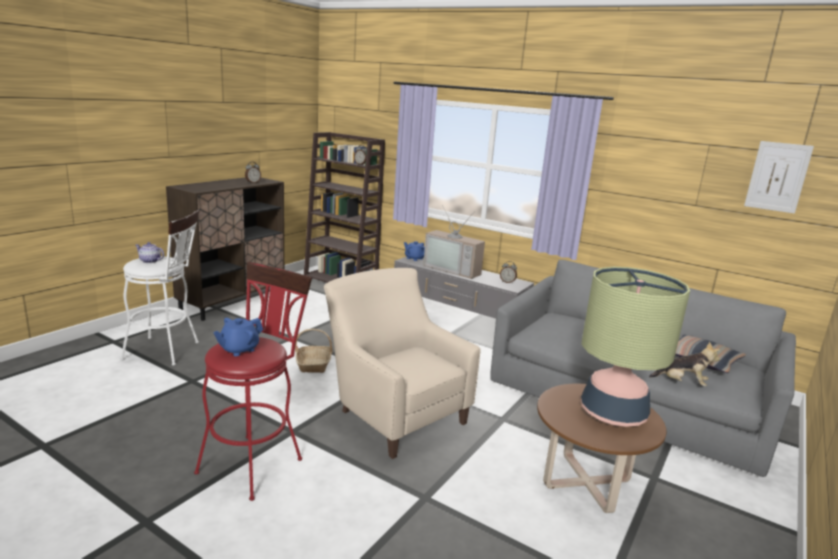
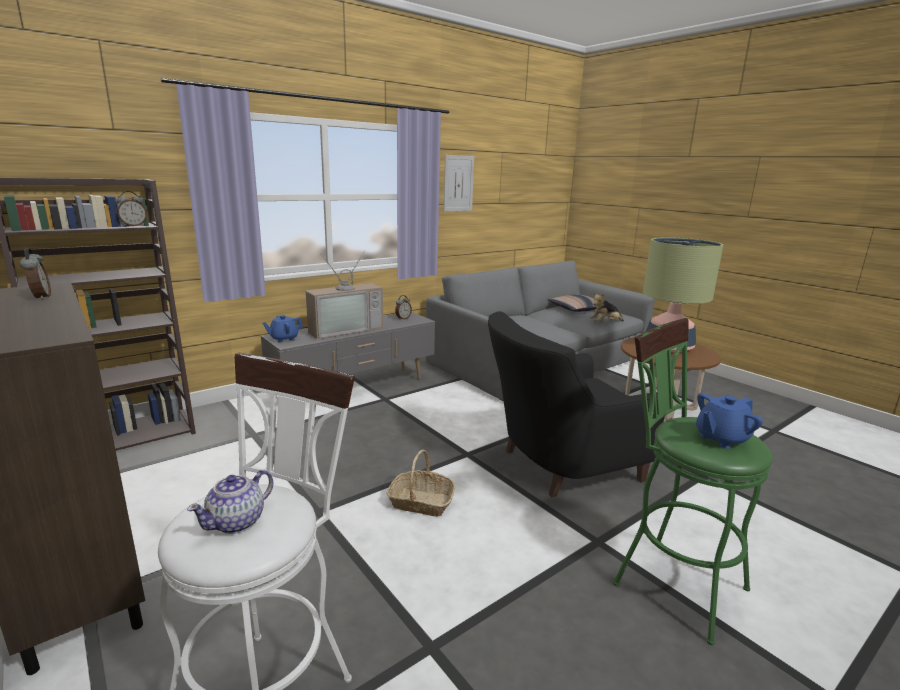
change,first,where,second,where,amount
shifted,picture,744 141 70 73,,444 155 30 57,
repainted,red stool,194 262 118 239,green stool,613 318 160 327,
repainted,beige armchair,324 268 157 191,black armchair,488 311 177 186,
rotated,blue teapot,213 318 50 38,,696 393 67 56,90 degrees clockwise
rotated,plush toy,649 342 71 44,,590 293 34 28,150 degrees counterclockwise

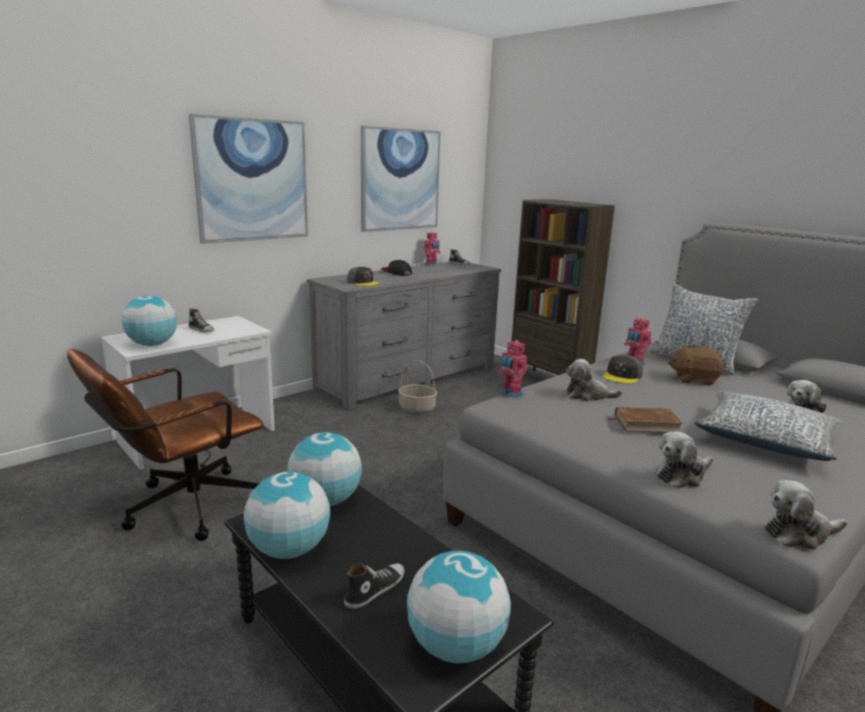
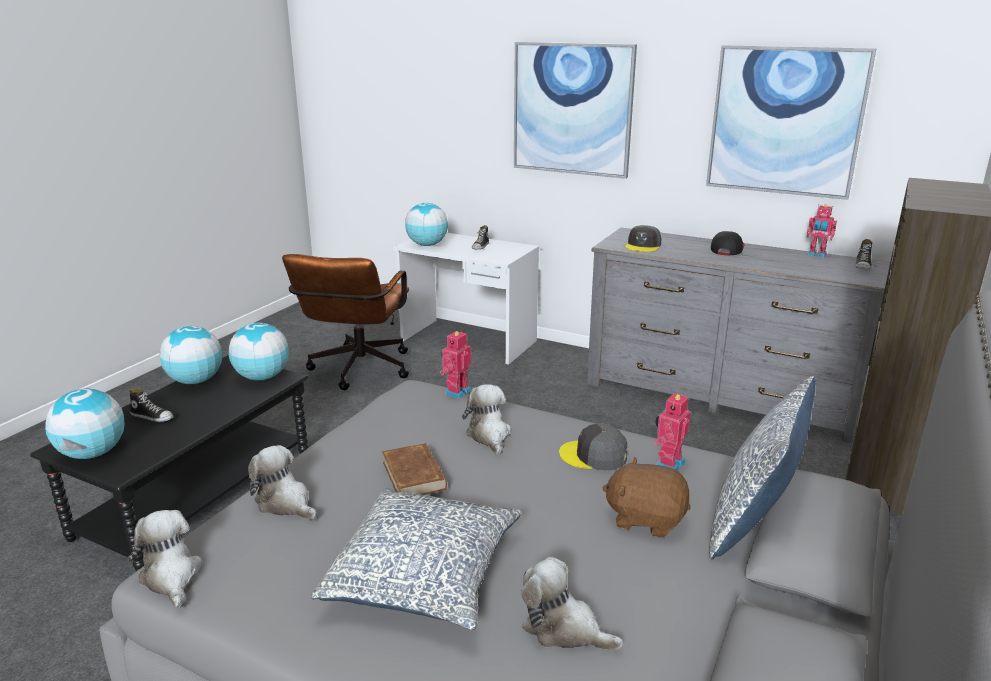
change,first,where,second,where,amount
gone,basket,398 360 39 54,,,
rotated,brown office chair,67 349 197 192,,282 254 127 136,105 degrees counterclockwise
rotated,brown plush toy,668 346 55 40,,602 457 89 81,60 degrees counterclockwise

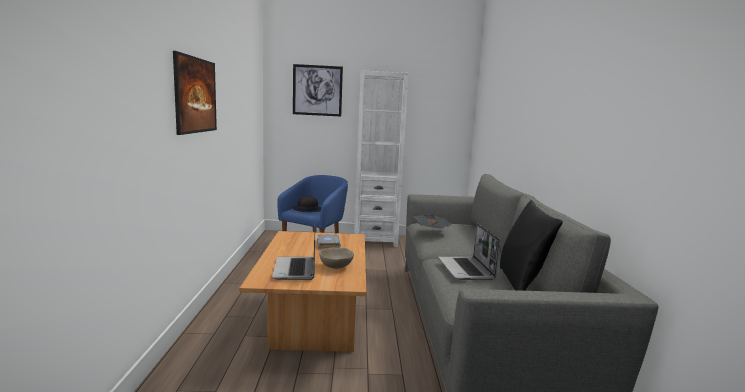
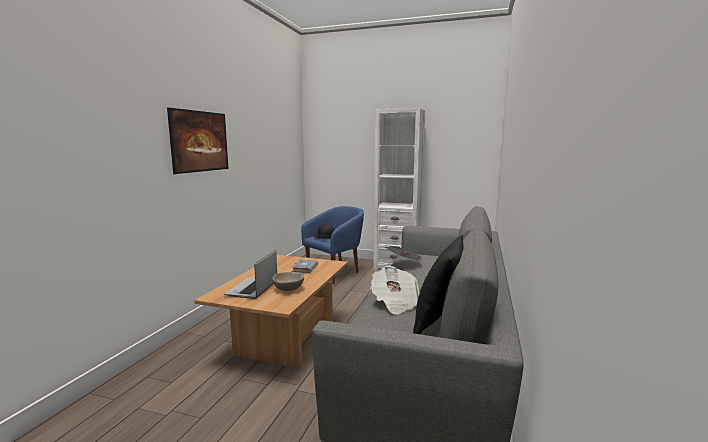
change,first,where,second,where,amount
gone,picture,293 64 50 52,,,
swapped,laptop,438 223 62 57,newspaper,370 266 49 48,

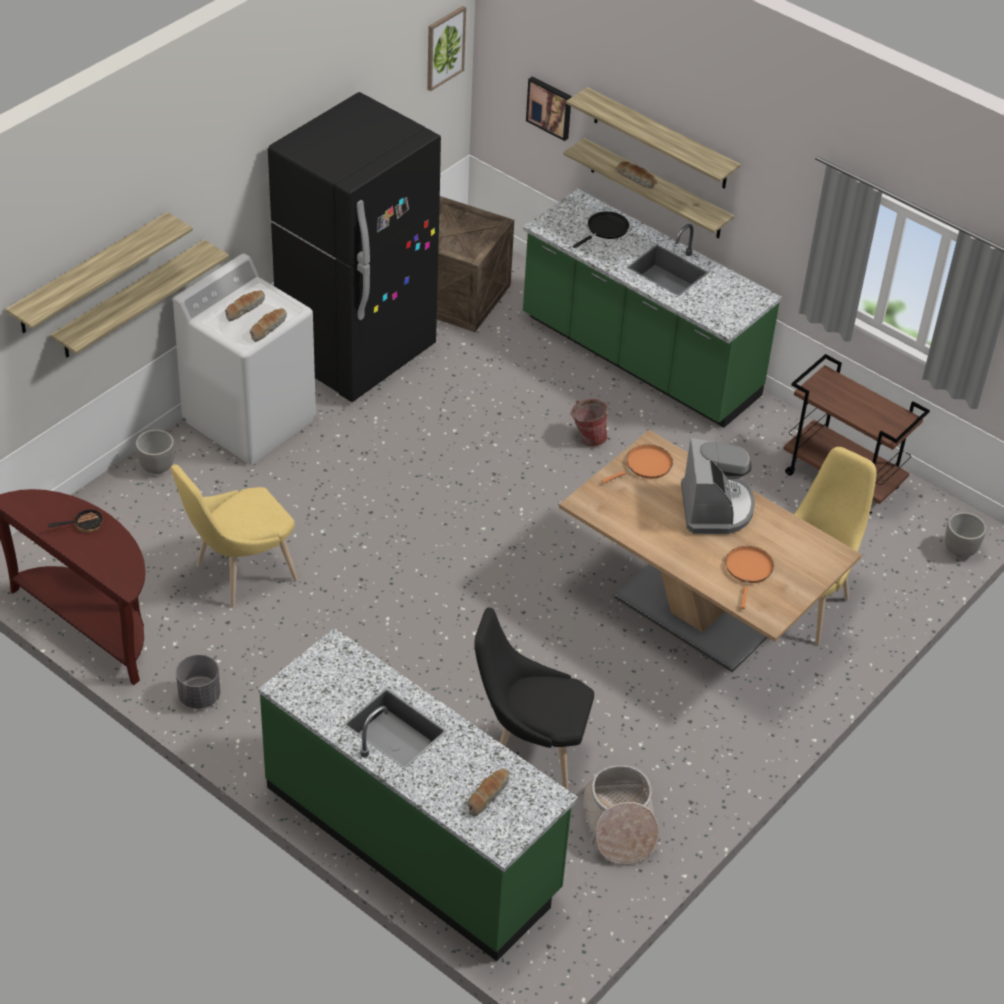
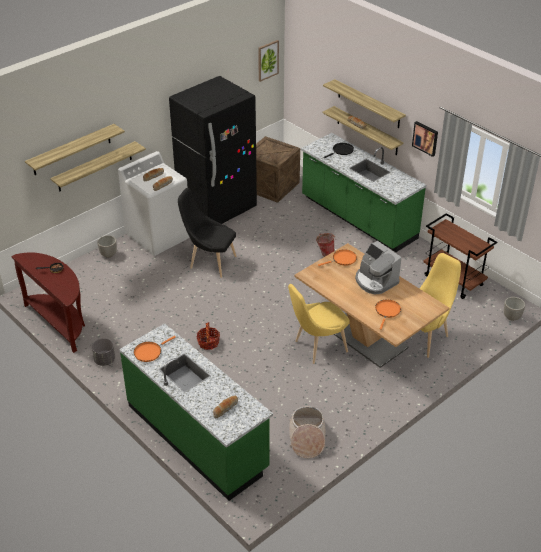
change,first,where,second,where,amount
new,,,orange frying pan,134 336 42 26,
new,,,basket,197 322 23 28,
shifted,yellow chair,171 464 127 143,,288 284 62 80,
shifted,black chair,475 607 119 183,,178 188 58 90,
shifted,picture,526 76 46 65,,412 121 26 36,
rotated,coffee machine,681 438 74 96,,355 241 47 54,135 degrees clockwise

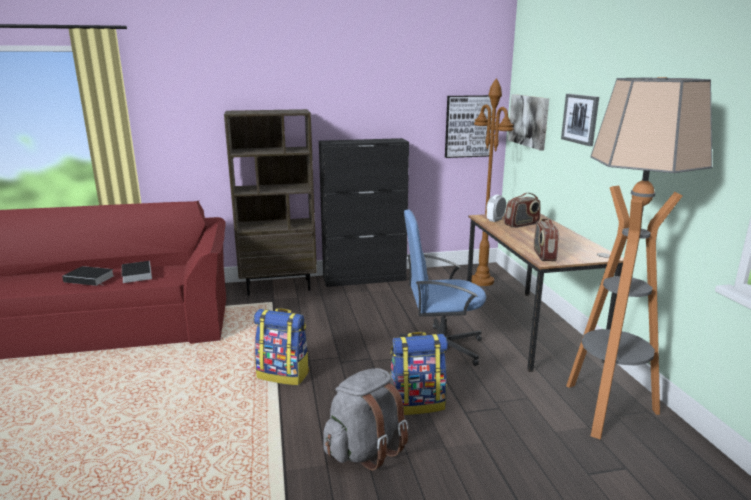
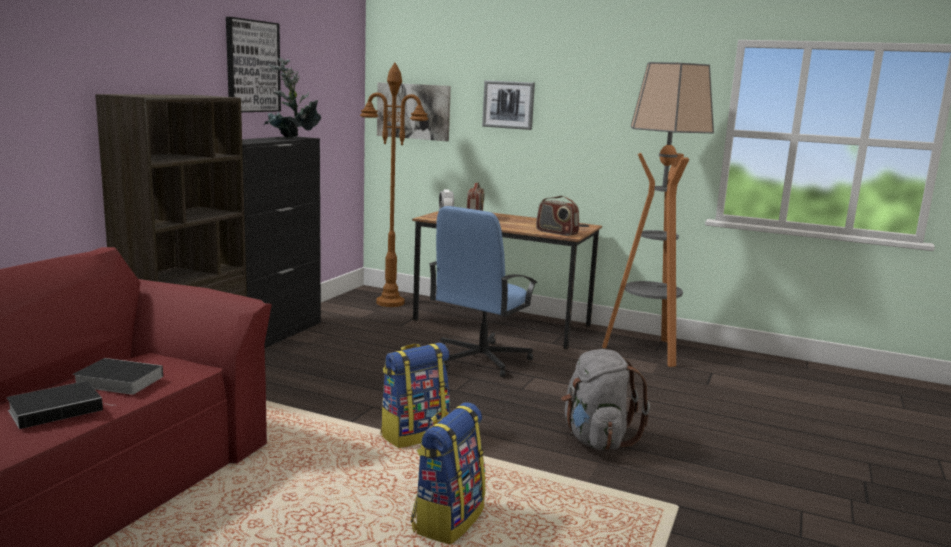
change,first,where,second,where,amount
new,,,potted plant,264 57 57 81,
shifted,backpack,391 332 57 83,,411 402 74 142,
shifted,picture,445 95 47 63,,226 17 55 95,

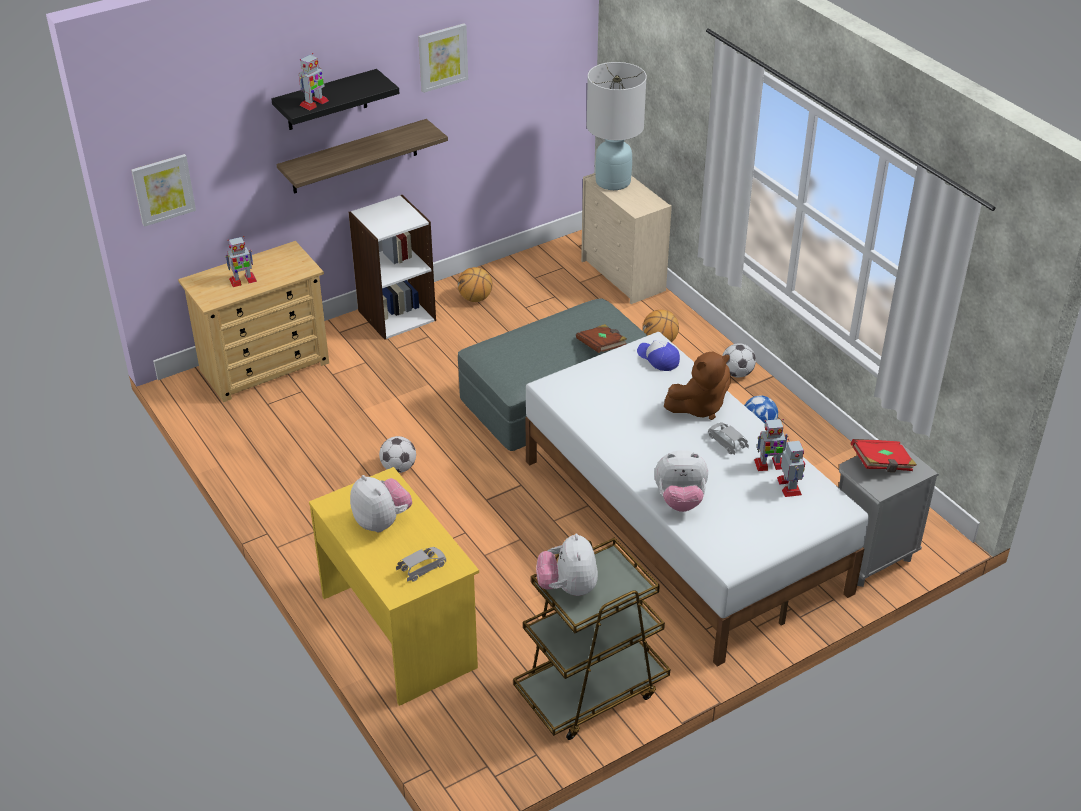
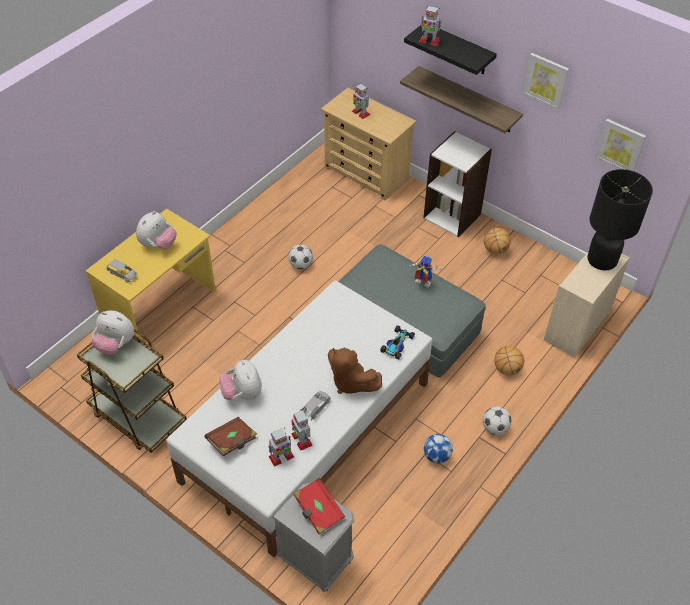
change,first,where,second,where,amount
new,,,toy robot,407 256 35 31,
shifted,picture,131 154 65 73,,595 119 51 53,
shifted,brown book,576 324 51 29,,205 417 52 39,
swapped,cap,637 340 43 31,toy car,380 325 35 34,
repainted,white table lamp,586 62 61 128,black table lamp,588 169 65 101,
rotated,plush toy,536 533 62 63,,91 310 43 45,135 degrees counterclockwise

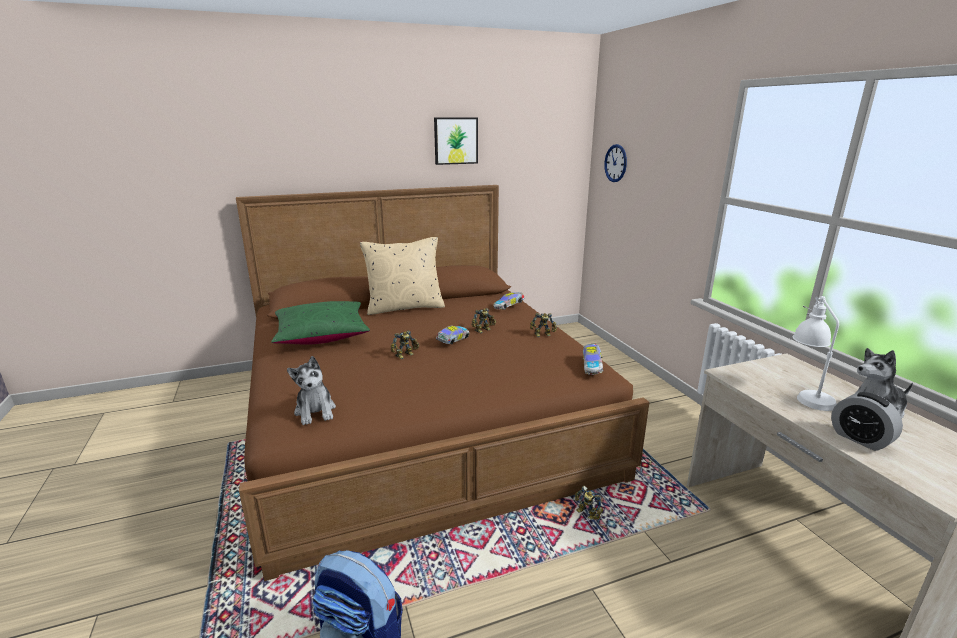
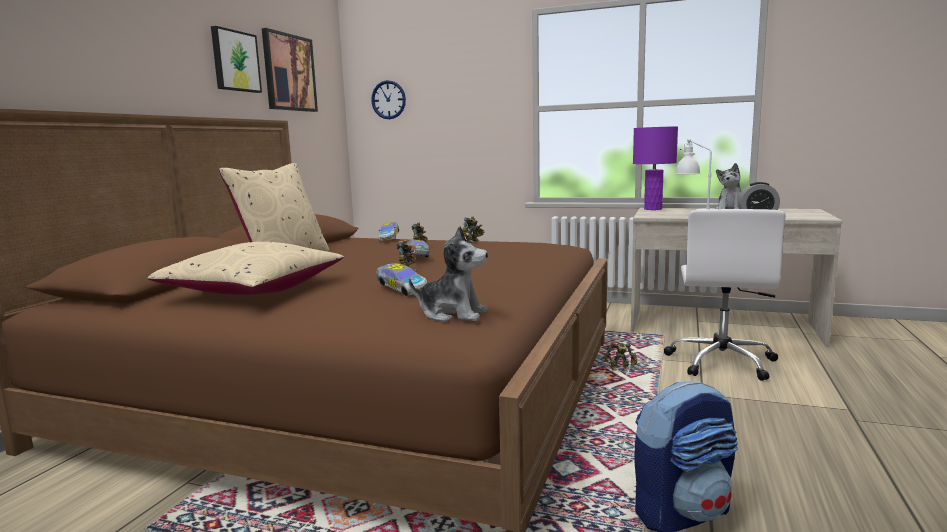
change,first,where,second,where,amount
new,,,picture,262 28 56 84,
new,,,purple table lamp,633 126 45 84,
new,,,white office chair,664 209 121 172,
shifted,toy car,583 344 20 31,,376 263 52 33,
repainted,green pillow,271 301 99 44,beige pillow,147 242 197 53,

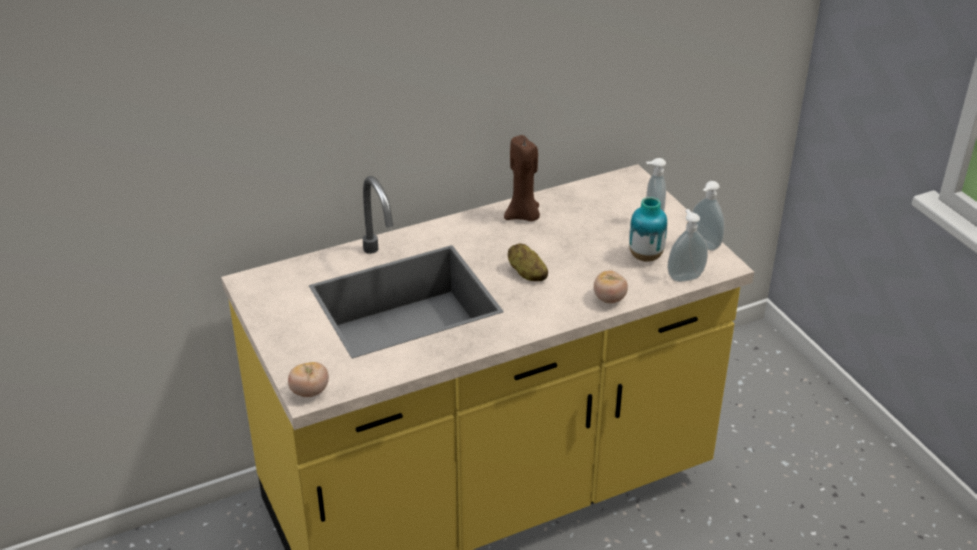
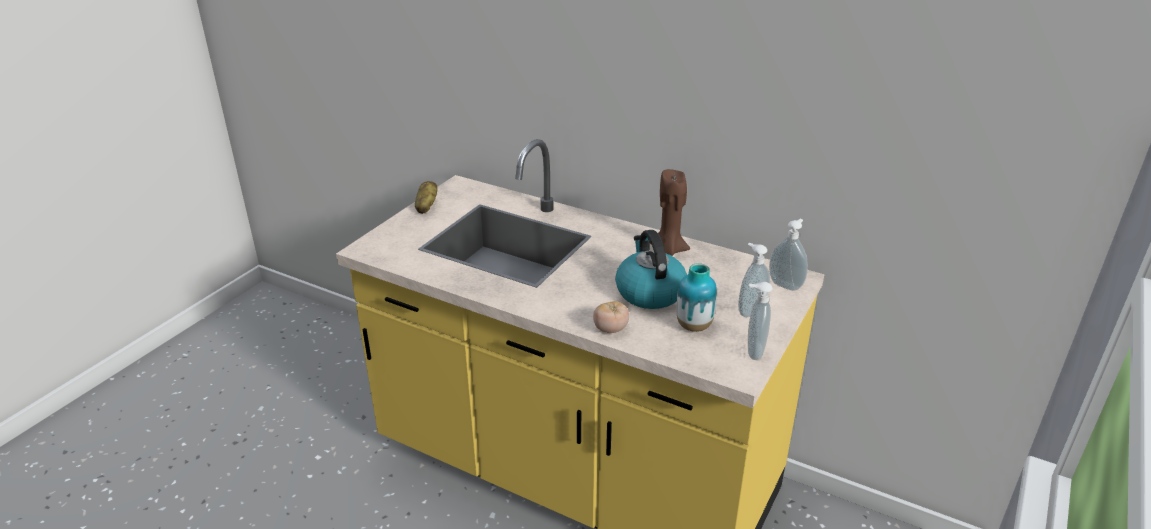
change,first,where,second,where,amount
gone,tomato,288 362 41 35,,,
new,,,kettle,615 230 72 79,
shifted,potato,508 243 40 38,,415 181 22 33,
shifted,soap dispenser,667 209 41 73,,769 219 39 72,

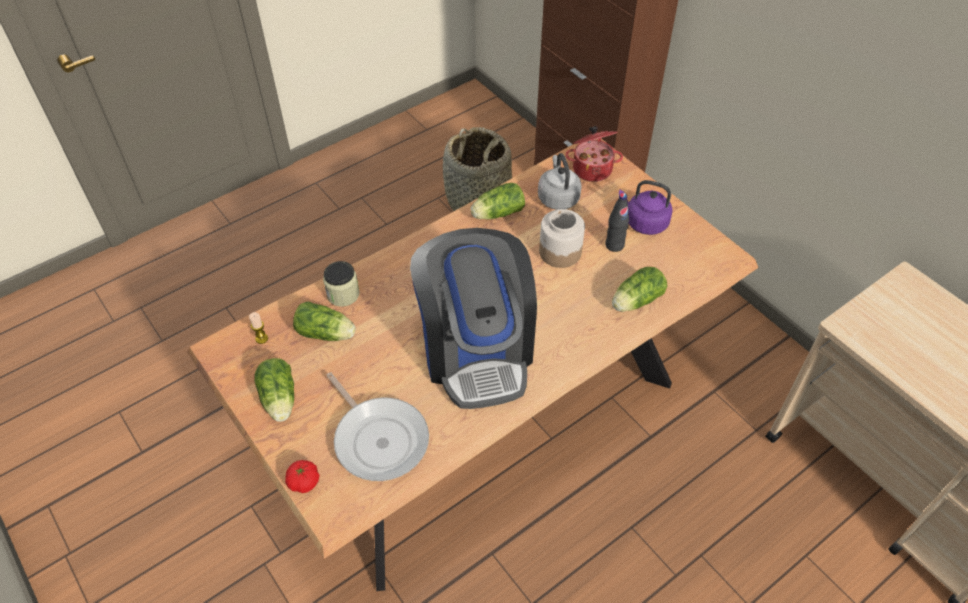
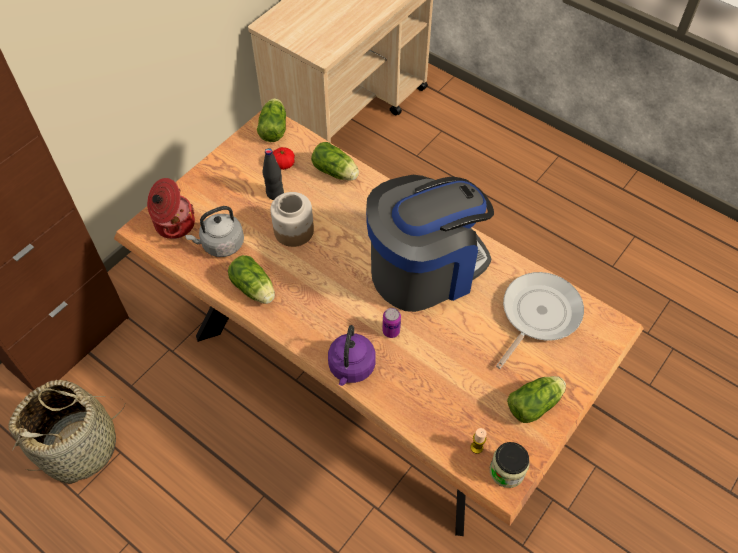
change,first,where,second,where,amount
new,,,can,382 308 19 30,
shifted,tomato,285 460 34 33,,273 147 22 23,
shifted,lettuce,293 302 63 39,,257 98 29 44,
shifted,jar,323 261 36 46,,490 442 40 46,
shifted,purple kettle,619 180 54 55,,328 325 47 61,

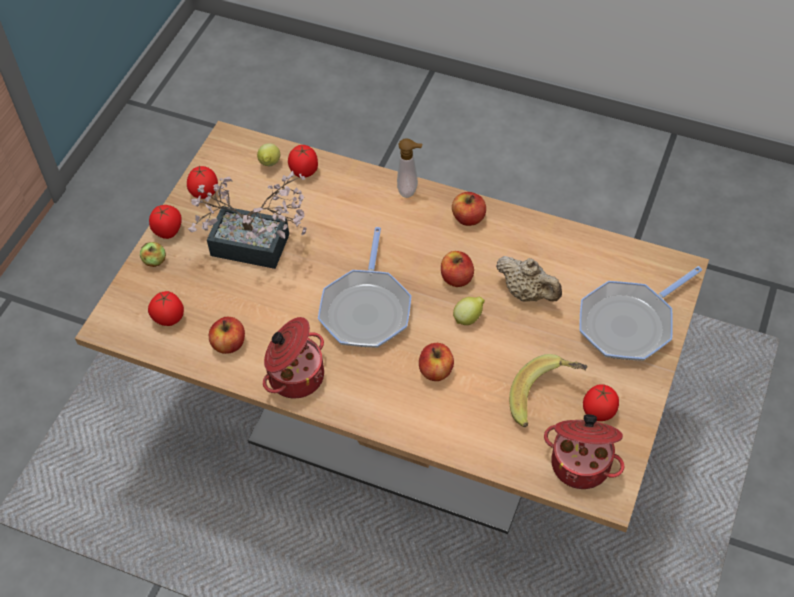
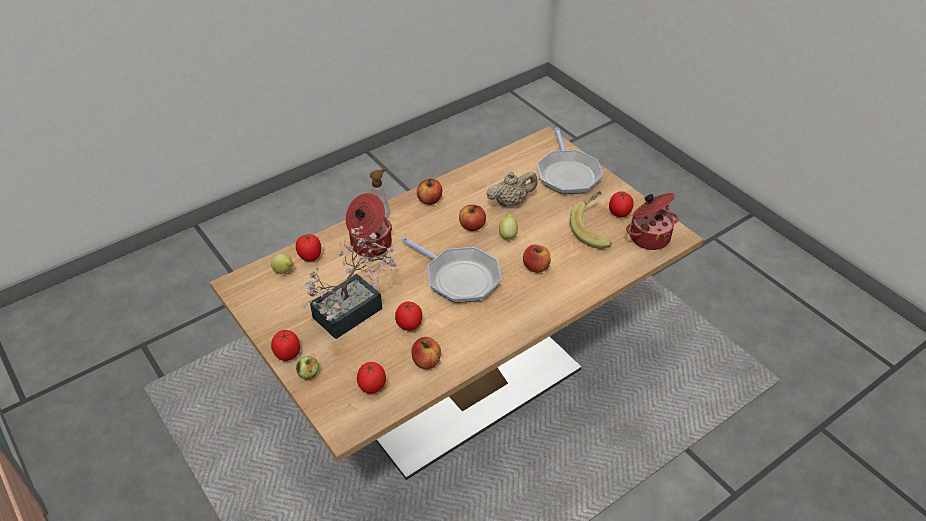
change,first,where,second,where,amount
shifted,tomato,187 166 31 33,,395 302 27 29,
shifted,cooking pot,263 317 61 81,,346 193 46 64,

